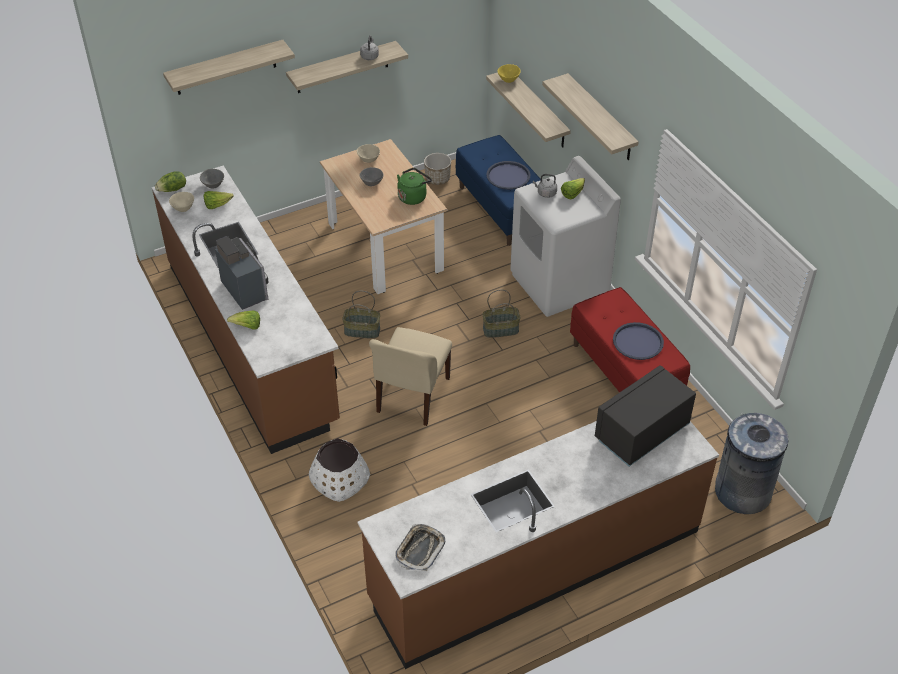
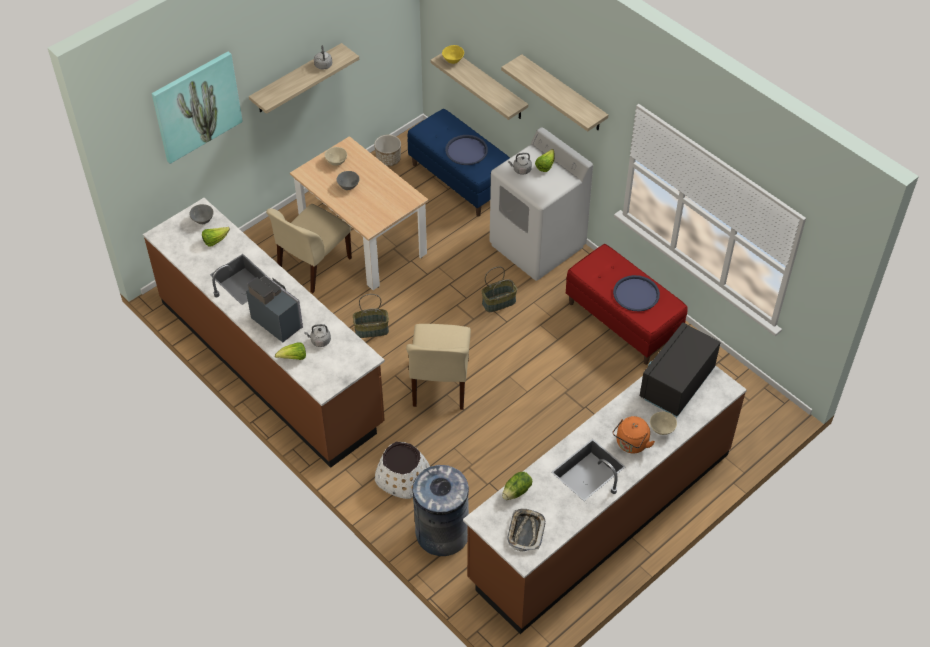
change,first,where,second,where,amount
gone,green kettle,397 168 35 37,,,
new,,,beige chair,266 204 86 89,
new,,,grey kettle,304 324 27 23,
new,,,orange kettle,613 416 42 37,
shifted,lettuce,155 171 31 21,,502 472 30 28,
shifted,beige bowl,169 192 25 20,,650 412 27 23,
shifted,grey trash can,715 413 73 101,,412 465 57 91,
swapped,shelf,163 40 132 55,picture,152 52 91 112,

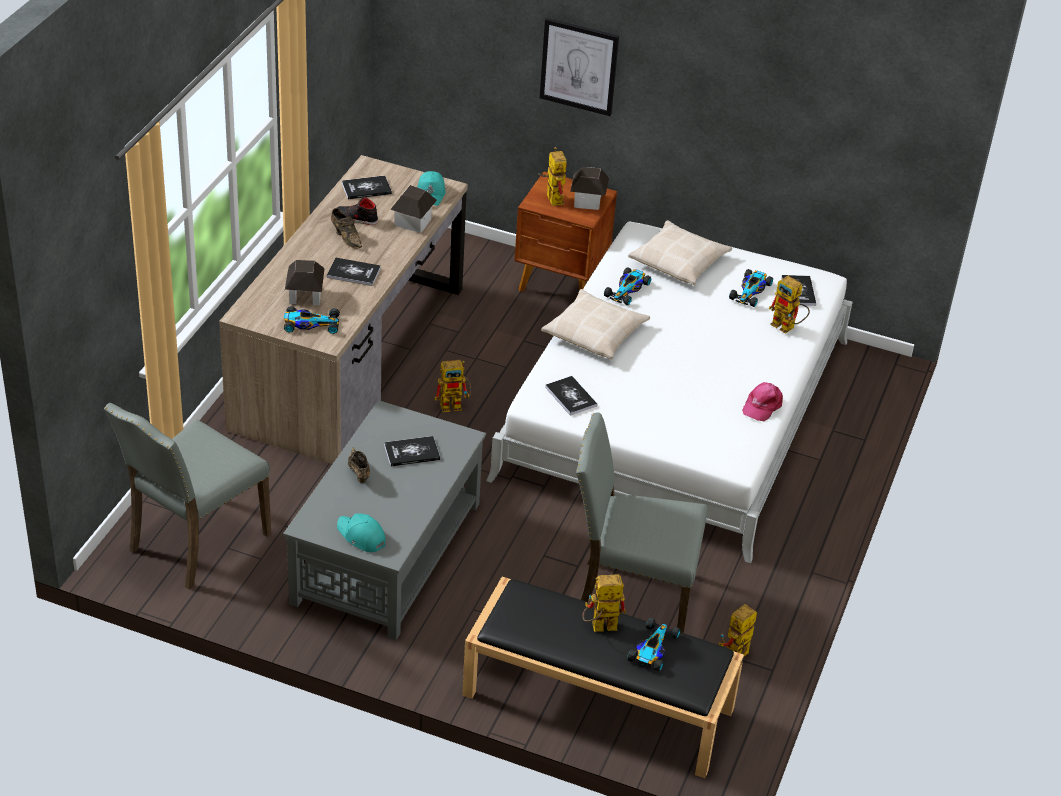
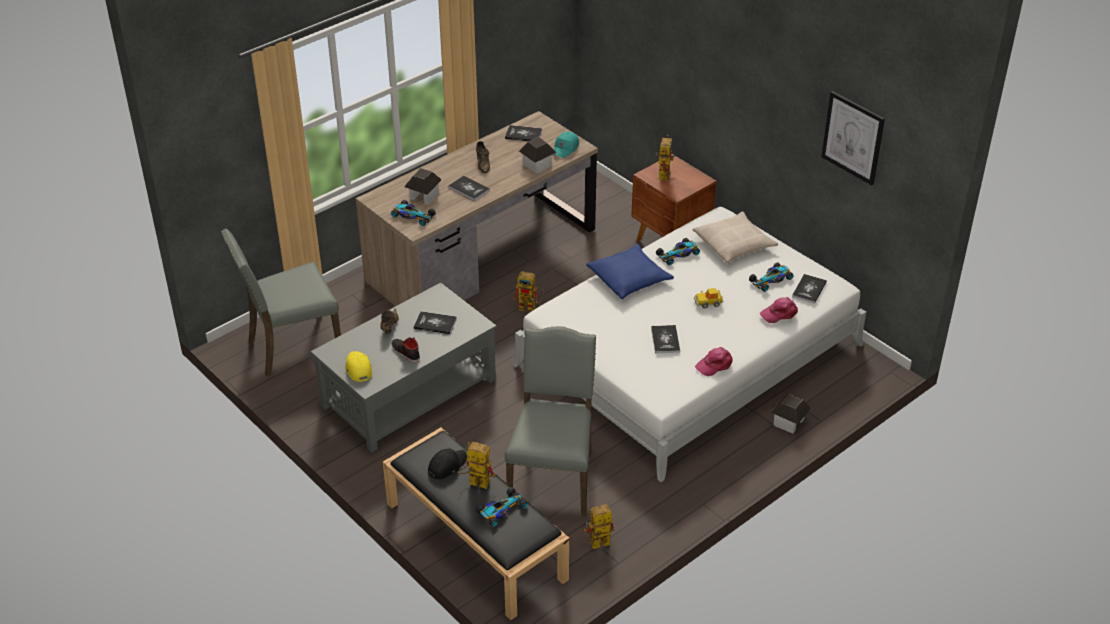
change,first,where,second,where,amount
new,,,black cap,428 449 39 30,
new,,,toy car,694 288 29 20,
shifted,black shoe,337 196 41 29,,392 337 28 25,
shifted,picture,540 18 79 98,,821 91 64 94,
shifted,book,545 376 52 40,,651 325 29 29,
shifted,toy house,570 167 39 43,,771 394 40 39,
swapped,toy robot,769 275 41 59,pink cap,760 297 38 26,
repainted,turquoise cap,337 513 49 39,yellow cap,345 351 27 31,
repainted,beige pillow,541 289 109 71,blue pillow,586 244 88 55,
rotated,grey chair,576 412 132 221,,505 326 91 191,60 degrees clockwise

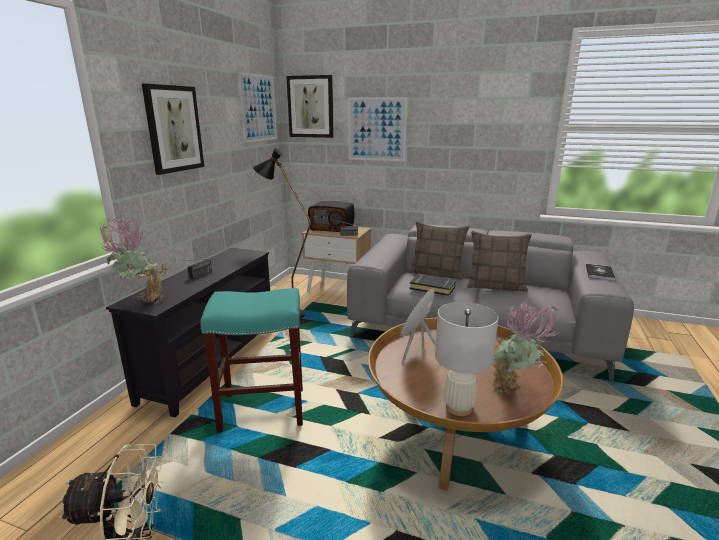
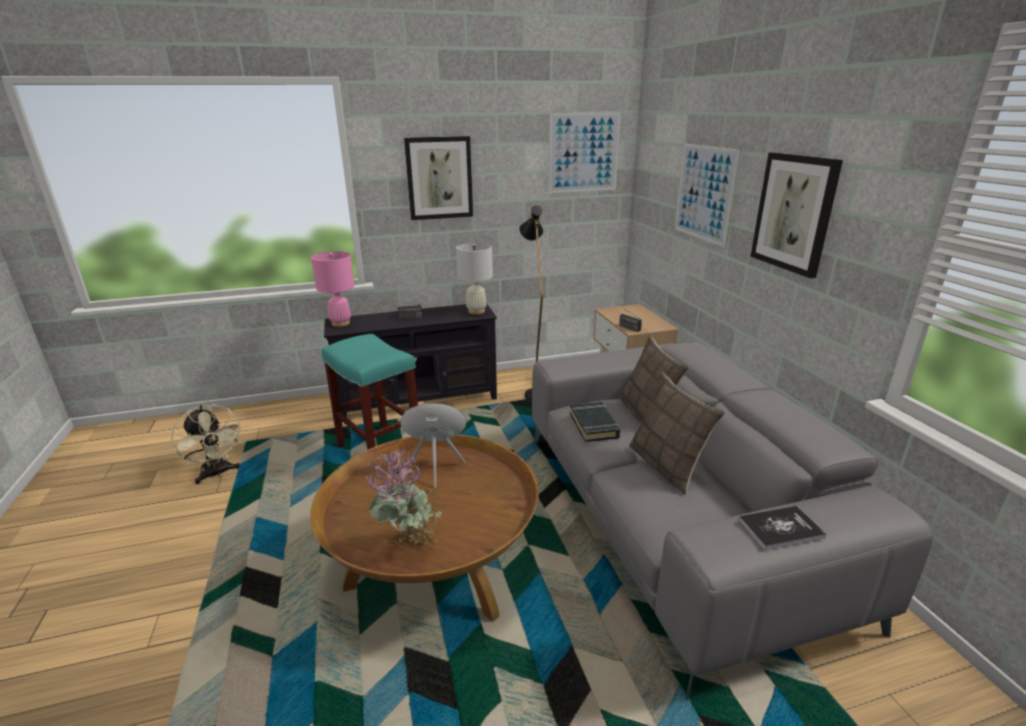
change,first,where,second,where,amount
gone,radio,308 201 47 31,,,
shifted,picture,286 75 48 63,,750 152 93 126,
shifted,white table lamp,435 302 64 114,,456 243 37 71,
swapped,potted plant,99 218 69 85,pink table lamp,311 251 44 76,

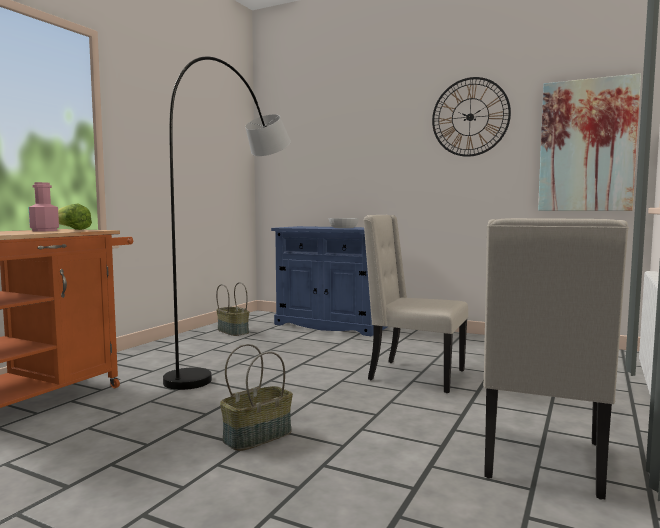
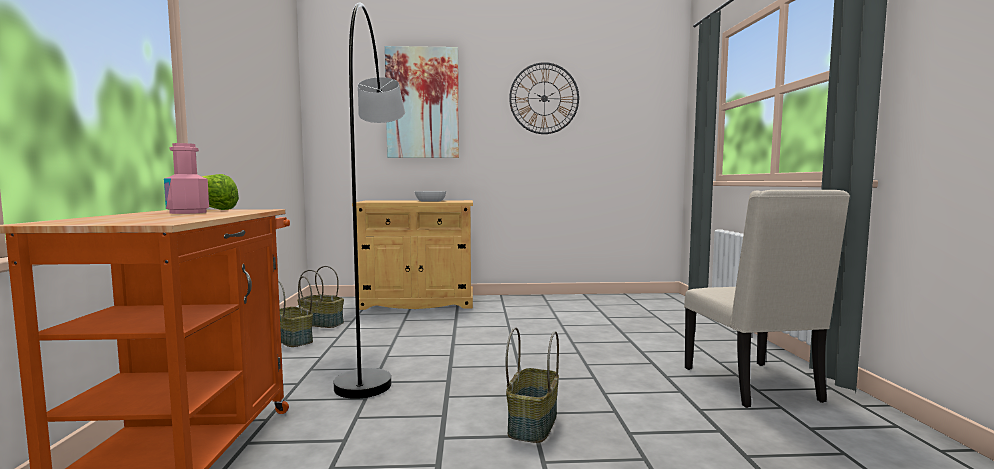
change,first,where,second,where,amount
gone,beige chair,363 215 105 178,,,
new,,,basket,278 276 35 71,
shifted,picture,538 73 103 138,,385 46 74 112,
repainted,blue cabinet,271 226 116 110,beige cabinet,352 200 121 110,

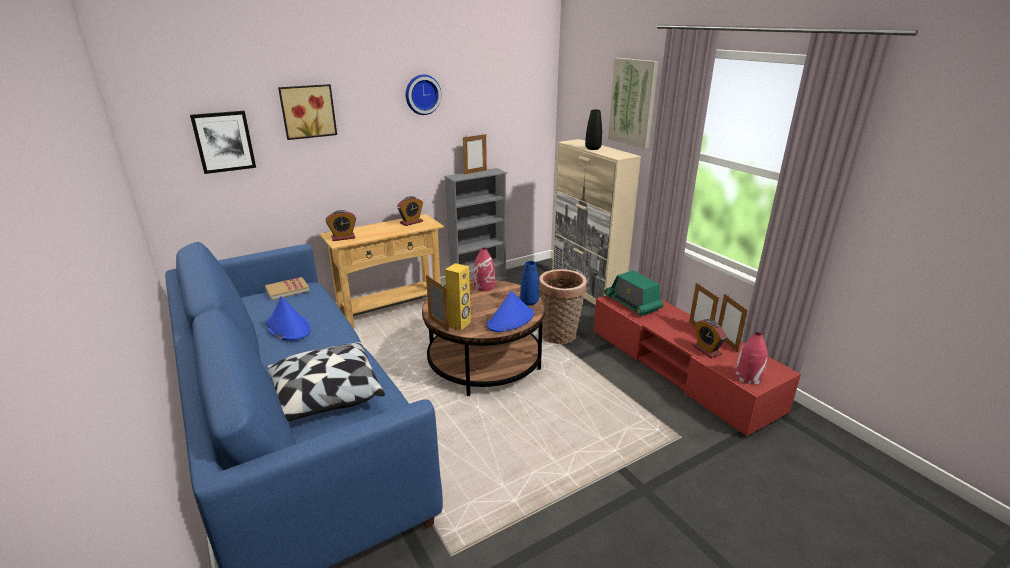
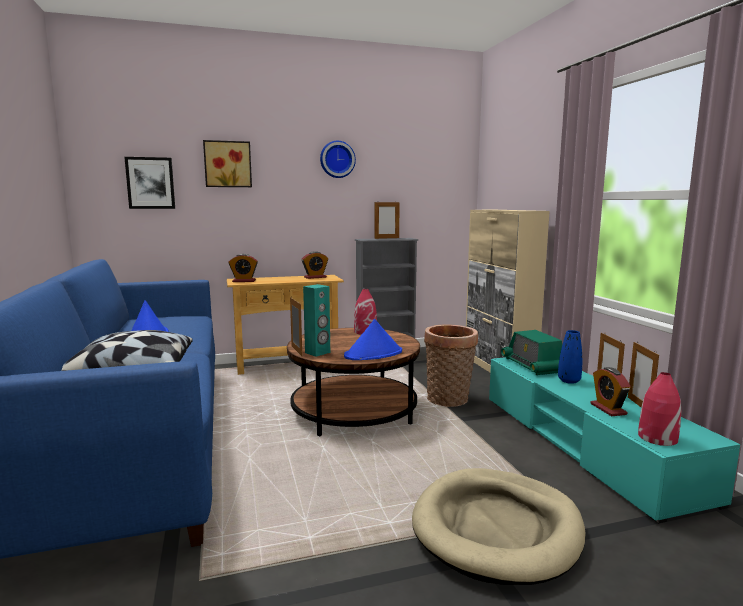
change,first,where,second,where,amount
gone,book,265 277 45 23,,,
gone,black vase,585 110 17 40,,,
gone,picture,608 58 51 91,,,
new,,,beige dog bed,412 468 173 117,
shifted,blue vase,520 261 19 44,,558 330 24 54,
repainted,yellow speaker,445 263 26 67,turquoise speaker,303 284 27 73,
repainted,red tv stand,594 296 207 141,turquoise tv stand,489 357 251 166,

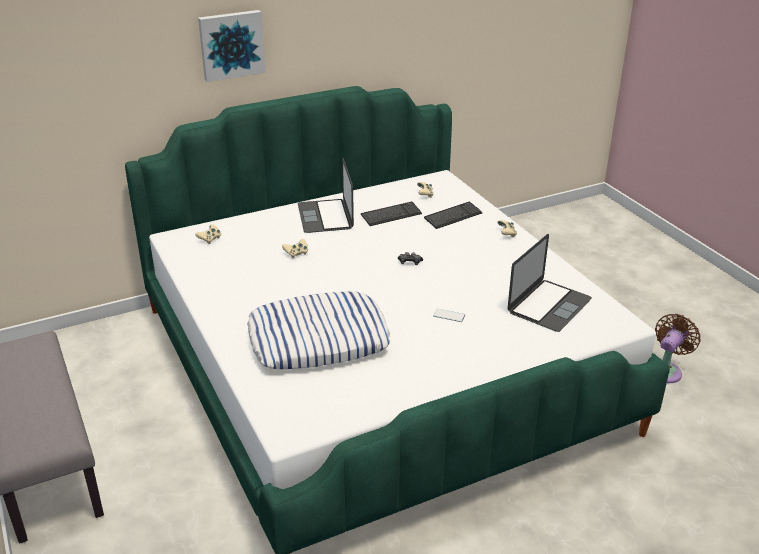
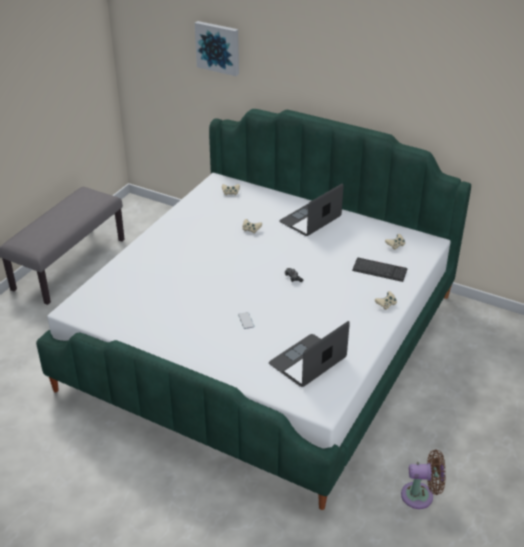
change,first,where,second,where,amount
gone,pillow,247 291 143 78,,,
gone,keyboard,361 202 61 24,,,
shifted,picture,198 10 68 72,,195 21 44 55,
rotated,laptop,508 234 84 98,,269 321 81 66,135 degrees clockwise

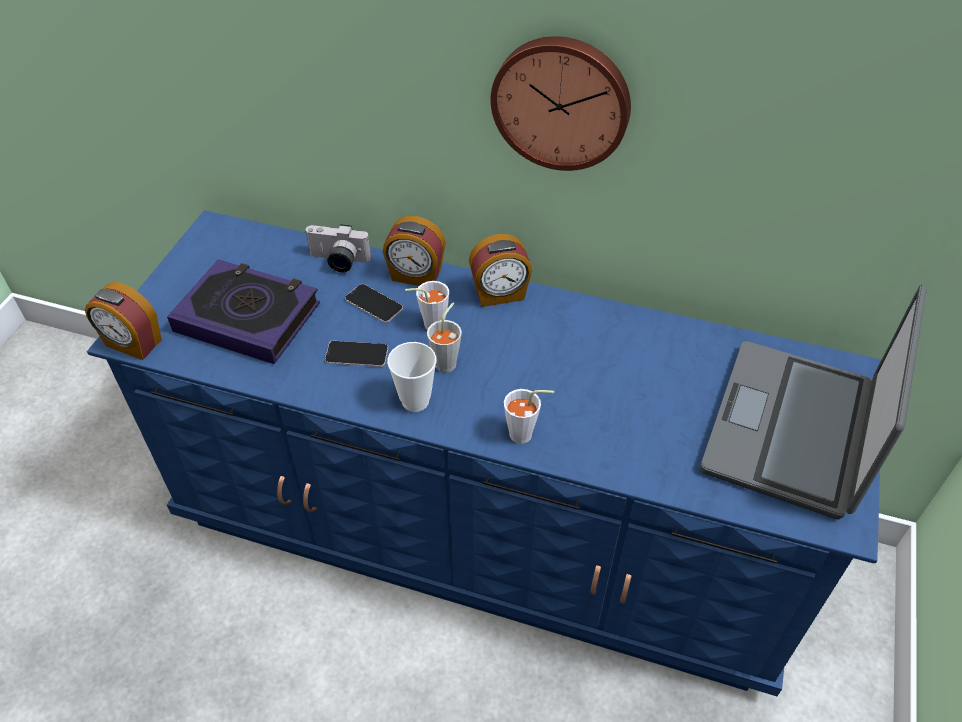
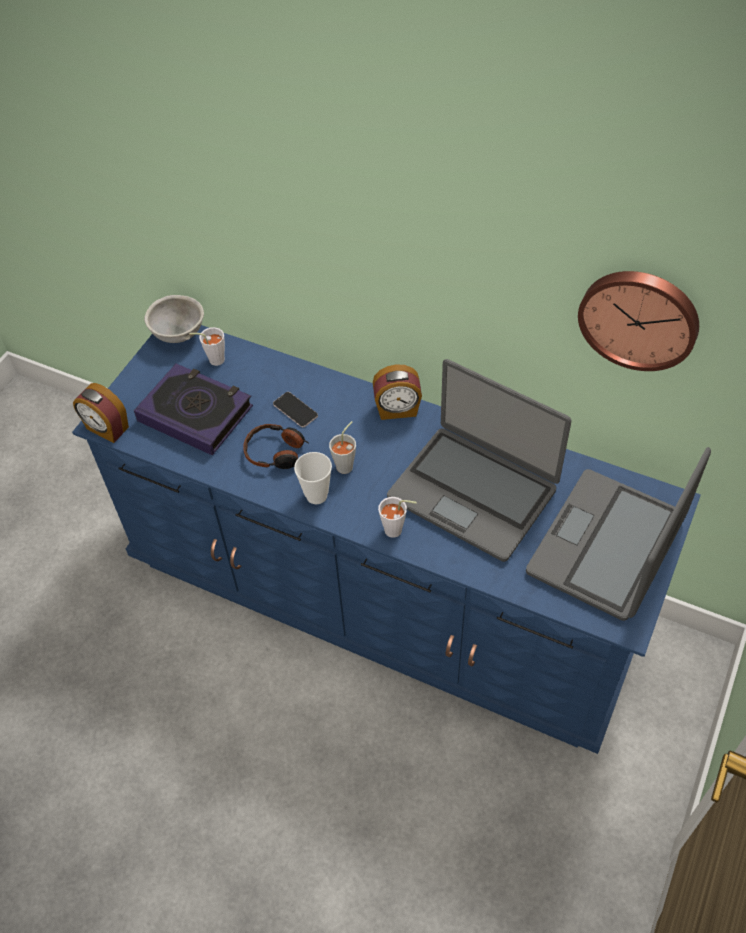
change,first,where,second,where,amount
gone,photo camera,304 224 67 48,,,
gone,alarm clock,383 216 63 70,,,
new,,,grey bowl,144 295 60 48,
new,,,laptop,387 359 185 203,
shifted,white cup,405 281 44 49,,189 327 36 39,
shifted,wall clock,491 36 140 135,,578 271 121 100,
swapped,phone,325 341 63 26,headphones,243 424 66 45,

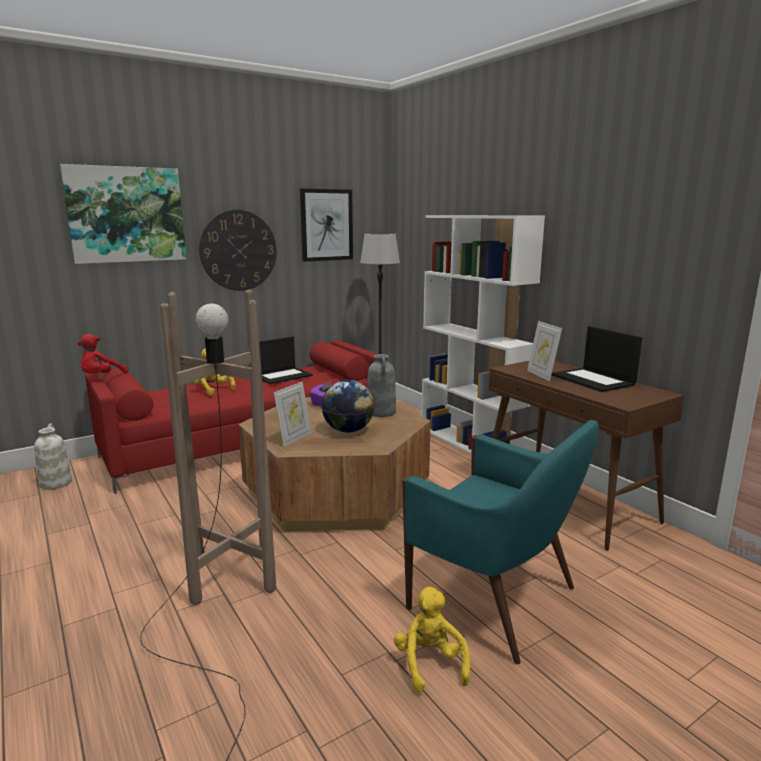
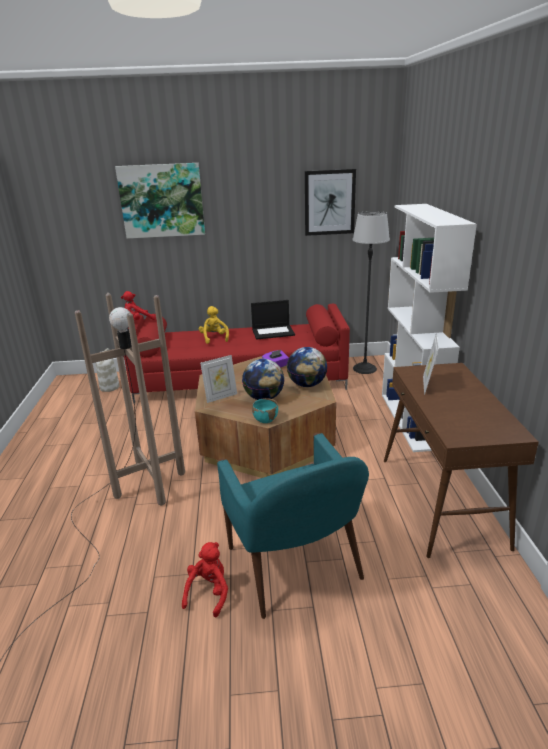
change,first,where,second,where,amount
gone,wall clock,199 210 78 81,,,
gone,laptop,552 326 90 66,,,
new,,,turquoise bowl,252 398 26 25,
swapped,grey vase,367 354 29 63,globe,287 347 40 40,
repainted,yellow plush toy,394 587 76 106,red plush toy,182 542 46 76,

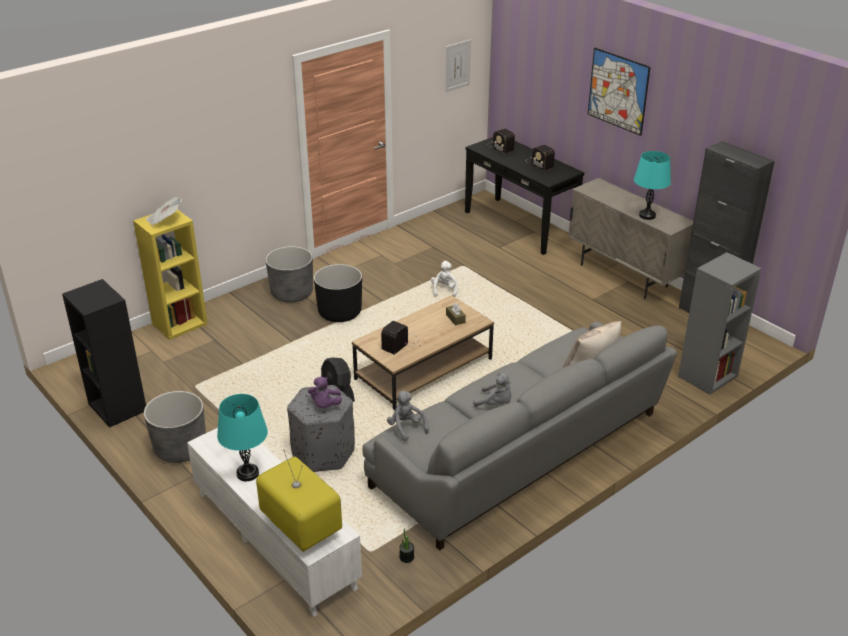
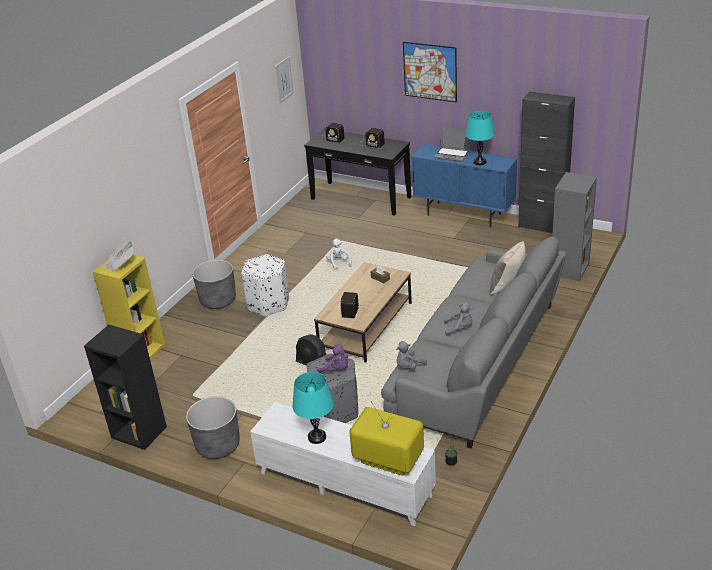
change,first,where,second,where,amount
new,,,laptop,434 128 35 34,
swapped,black planter,314 264 48 58,white ottoman,241 254 48 63,
repainted,beige cabinet,568 178 125 121,blue cabinet,411 144 106 84,
rotated,purple plush toy,308 377 34 31,,317 345 31 28,45 degrees counterclockwise
rotated,grey plush toy,387 391 42 51,,396 341 31 29,75 degrees counterclockwise

